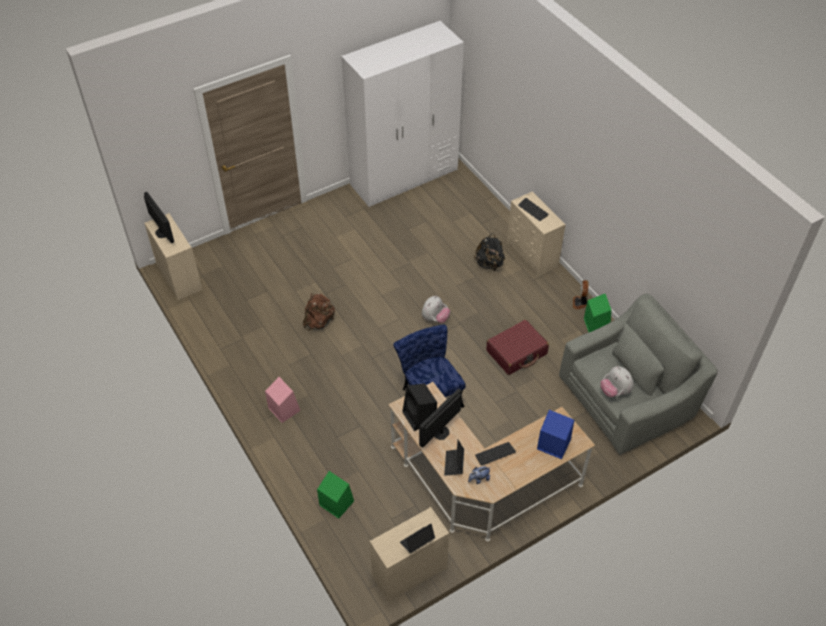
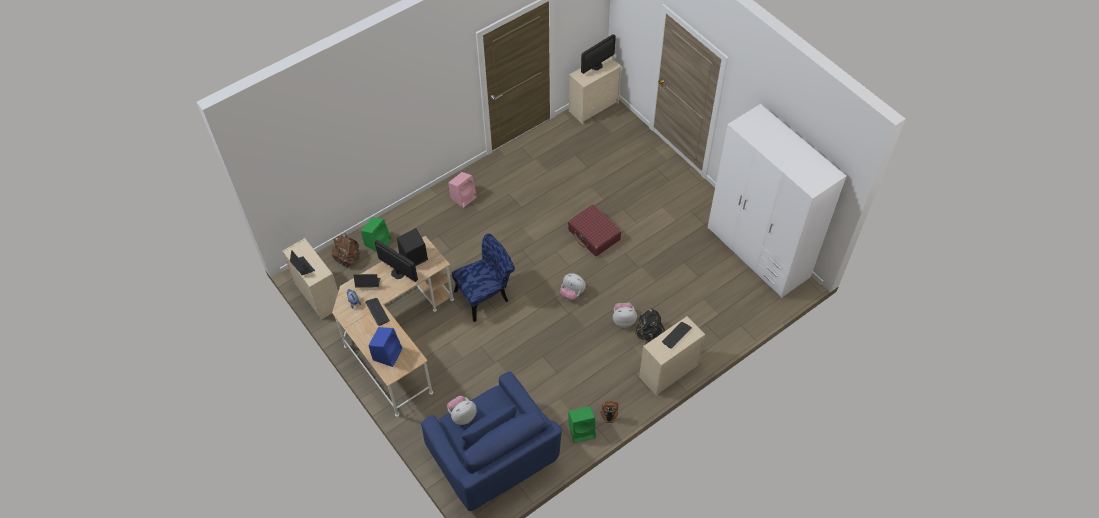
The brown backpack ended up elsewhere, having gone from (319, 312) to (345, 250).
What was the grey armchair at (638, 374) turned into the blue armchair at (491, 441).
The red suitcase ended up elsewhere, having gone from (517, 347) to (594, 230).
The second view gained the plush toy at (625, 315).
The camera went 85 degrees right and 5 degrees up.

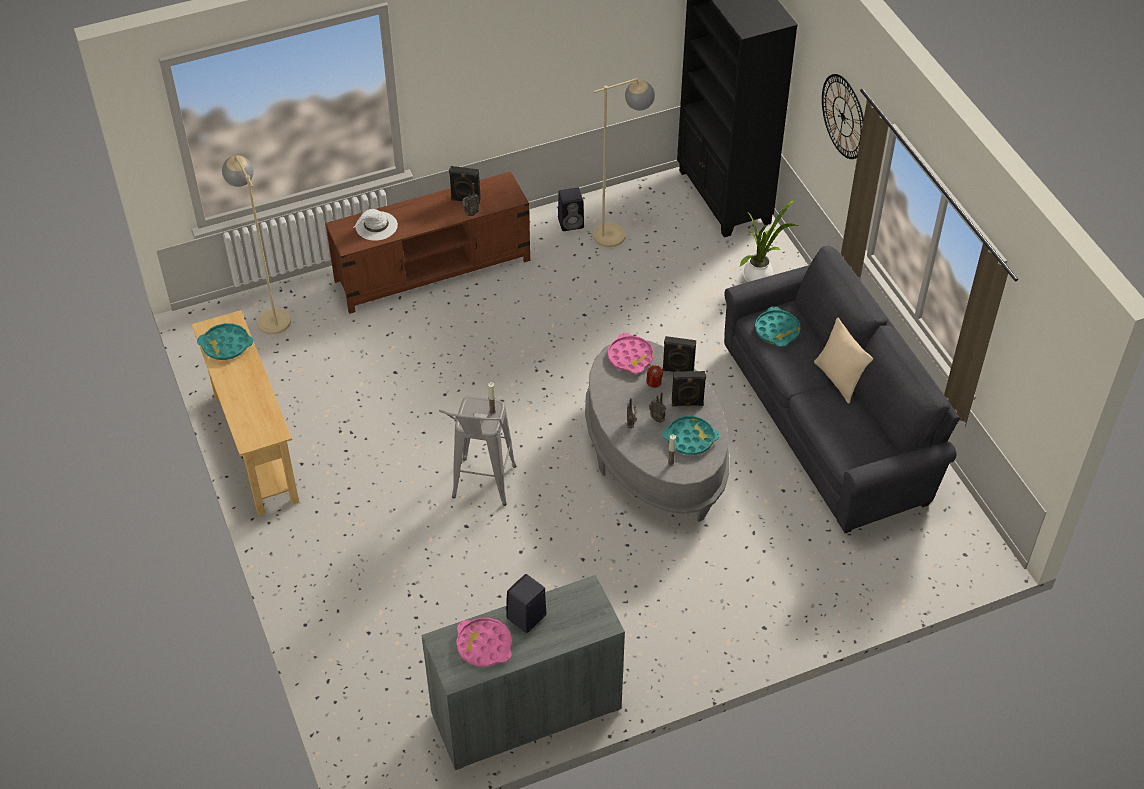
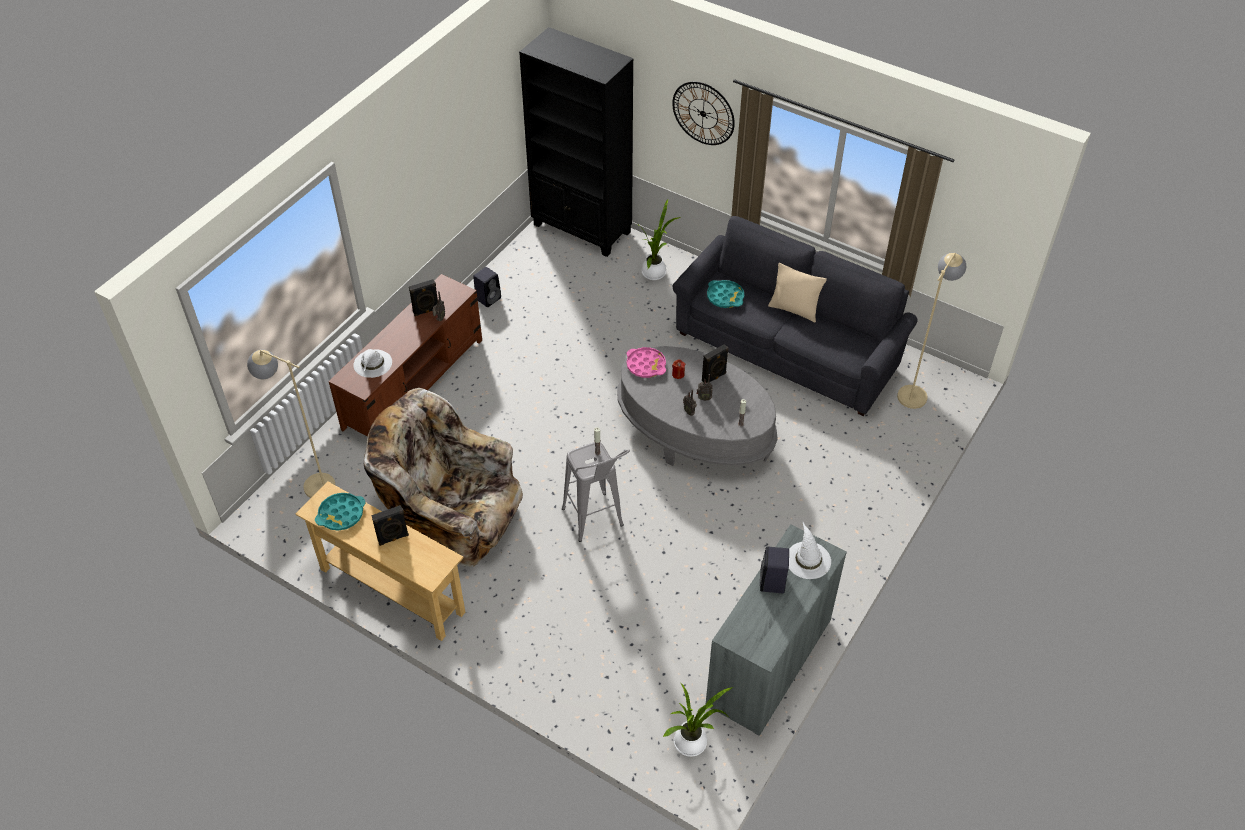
The second view gained the beige armchair at (443, 477).
The black speaker ended up elsewhere, having gone from (679, 354) to (390, 525).
The second view gained the potted plant at (698, 719).
The second view gained the white hat at (810, 550).
The beige floor lamp ended up elsewhere, having gone from (624, 162) to (931, 331).
The second view lost the pink tray at (484, 642).
The second view lost the turquoise tray at (690, 435).
The camera went 35 degrees left and 0 degrees up.

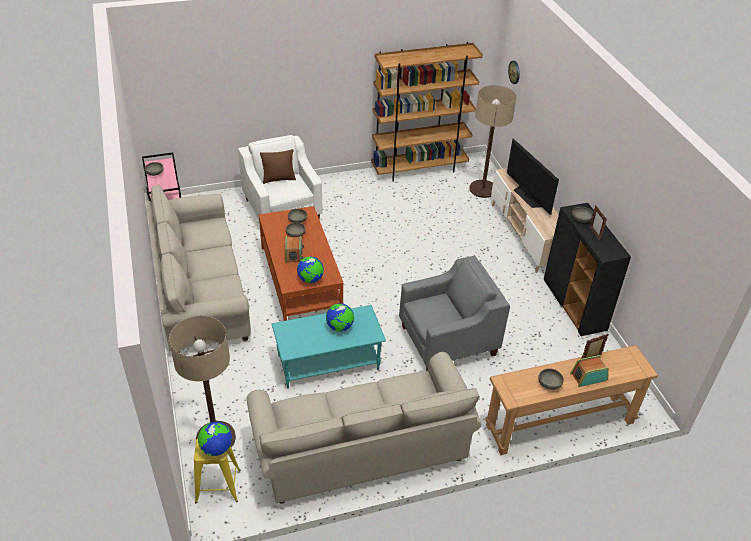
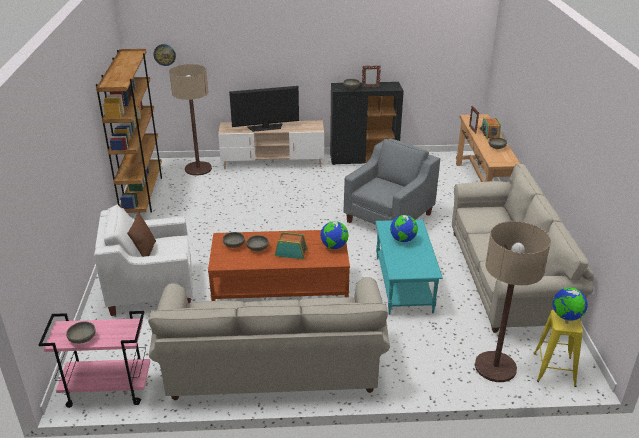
The grey armchair at (454, 313) ended up facing another way, 45 degrees clockwise from before.
The camera went 75 degrees left and 10 degrees down.

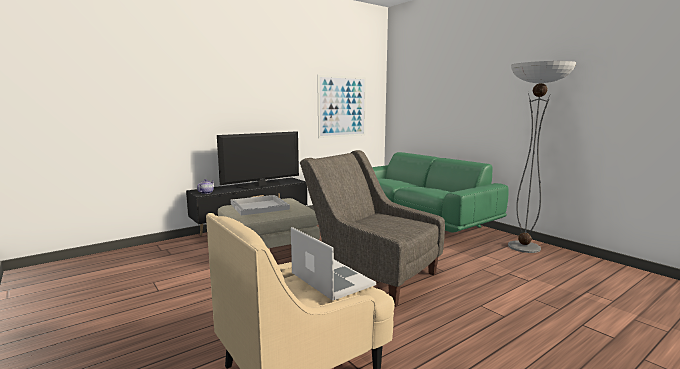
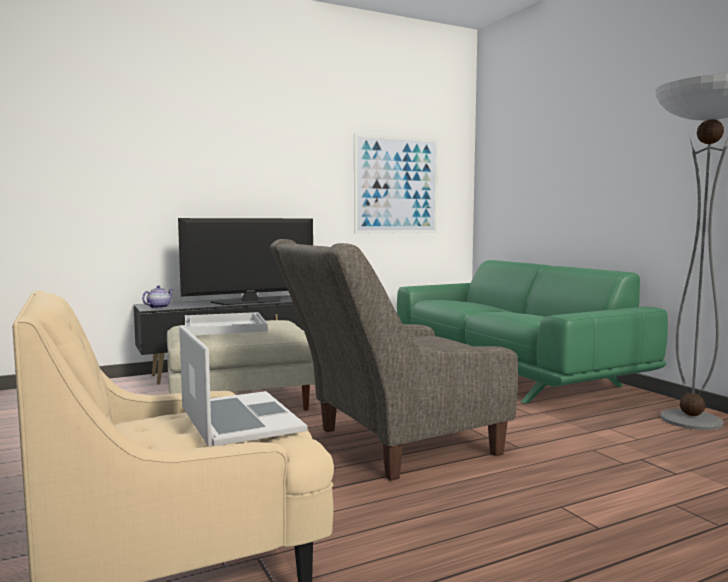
The grey armchair at (372, 228) ended up facing another way, 75 degrees counterclockwise from before.
The camera went 10 degrees right and 5 degrees down.

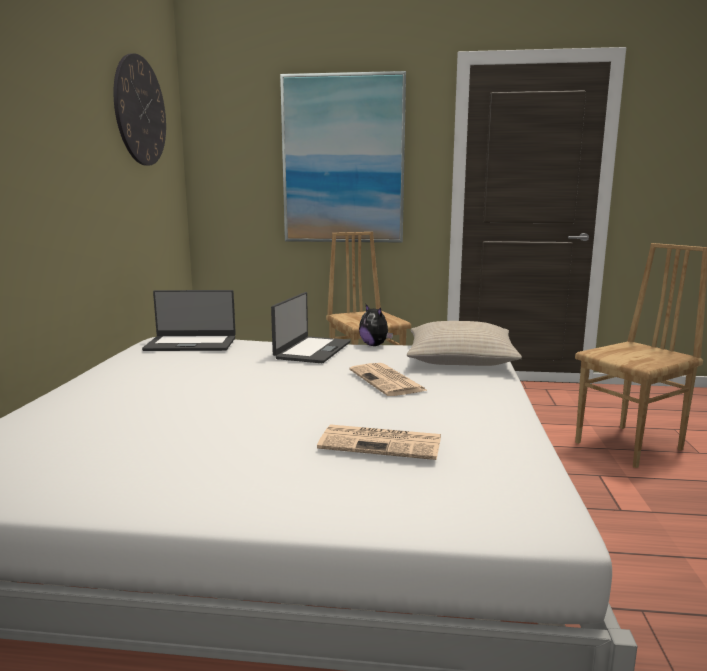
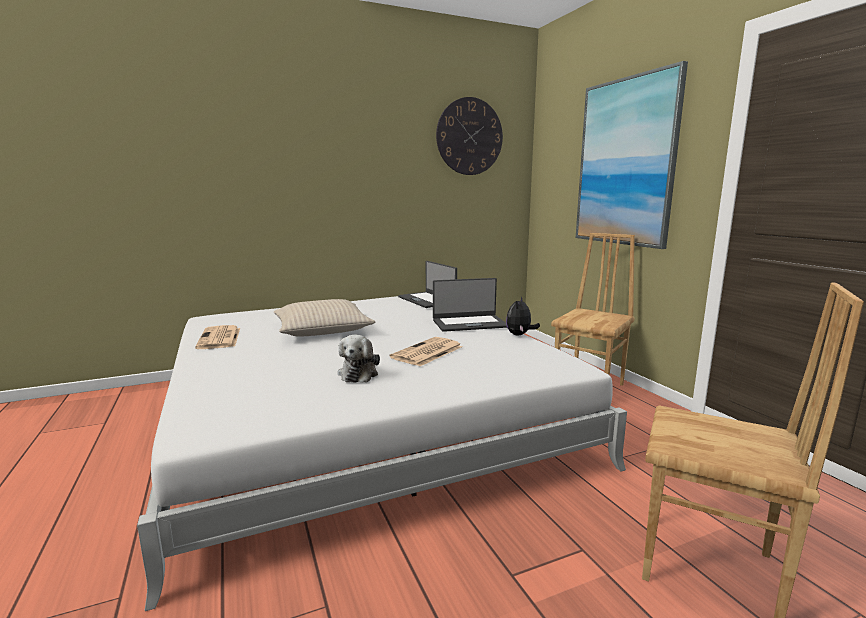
The newspaper ended up elsewhere, having gone from (379, 442) to (217, 337).
The beige pillow ended up elsewhere, having gone from (464, 343) to (325, 318).
The second view gained the plush toy at (358, 359).
The camera went 60 degrees right and 0 degrees up.

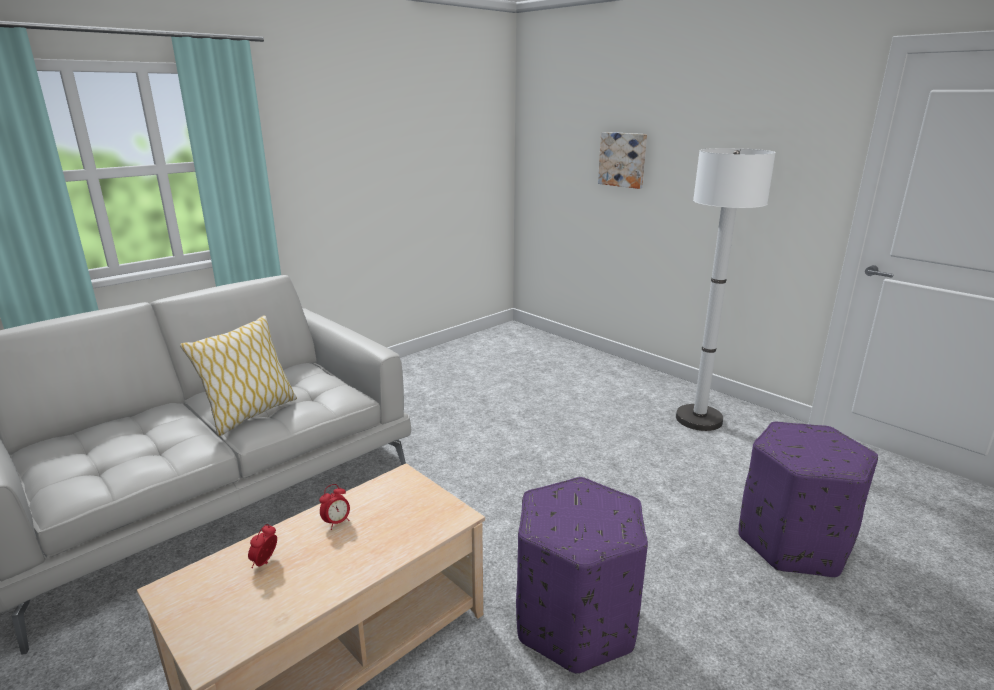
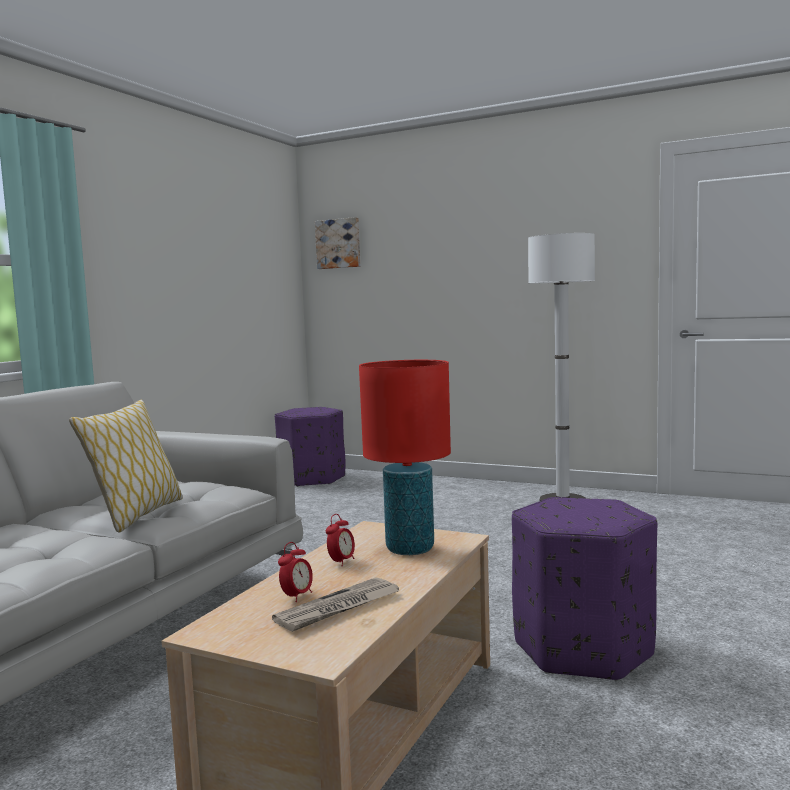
The second view gained the newspaper at (335, 604).
The purple ottoman ended up elsewhere, having gone from (808, 500) to (310, 447).
The alarm clock at (262, 546) ended up facing another way, 150 degrees counterclockwise from before.
The picture ended up elsewhere, having gone from (622, 160) to (338, 243).
The second view gained the red table lamp at (405, 457).
The camera went 20 degrees left and 15 degrees down.

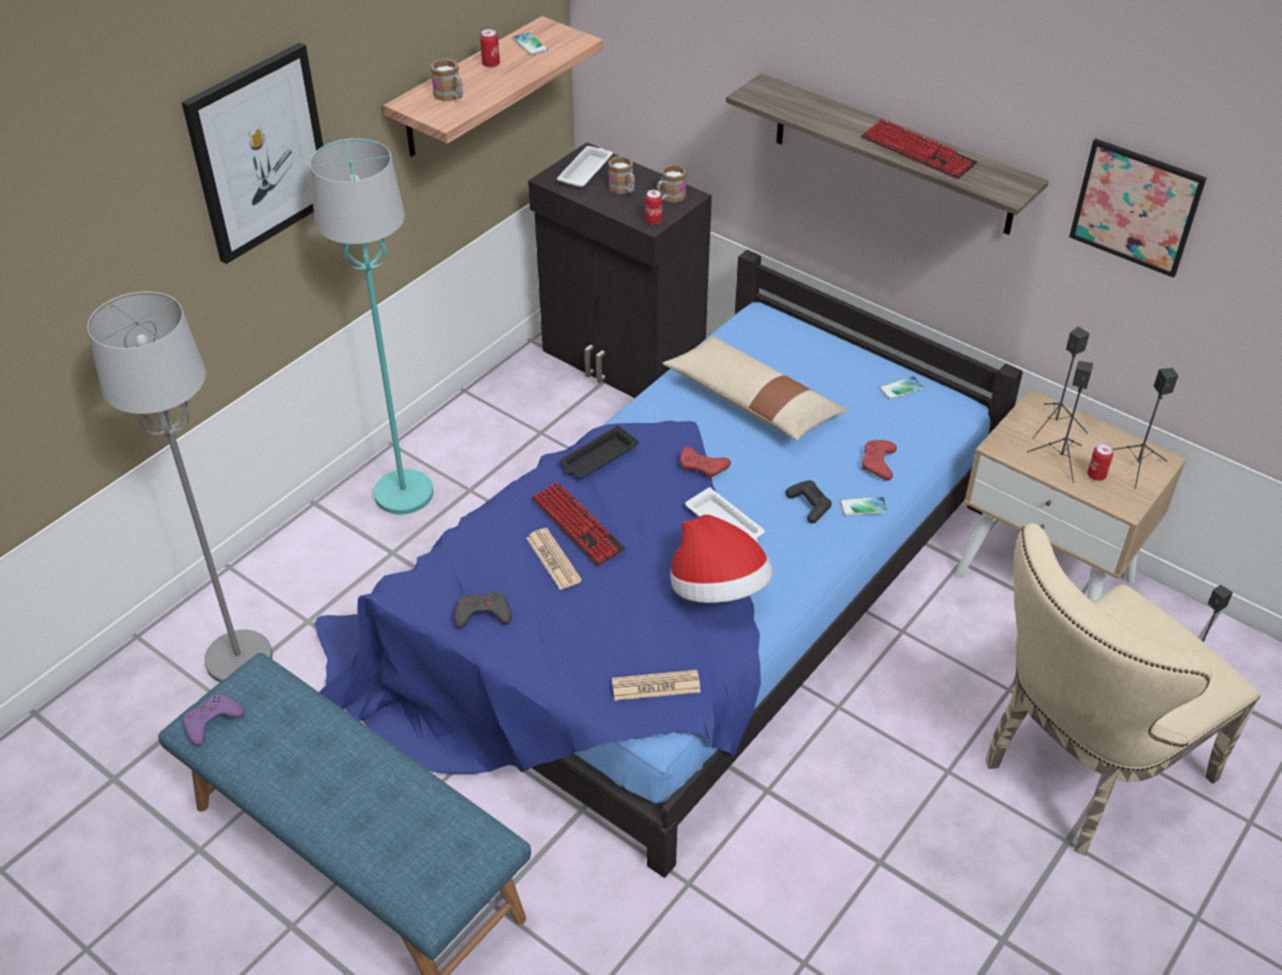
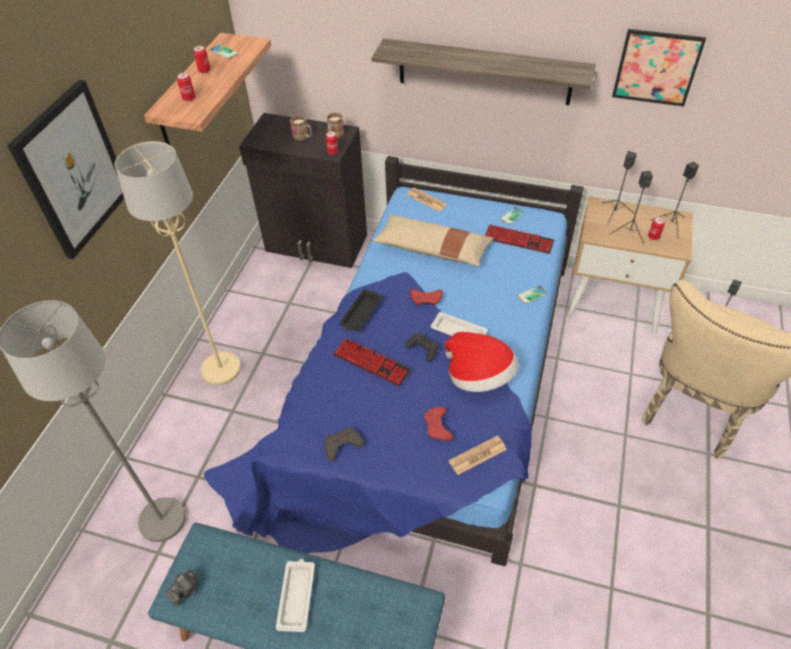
What was the turquoise floor lamp at (371, 326) turned into the beige floor lamp at (178, 263).
Where the purple game controller stood at (213, 720), the photo camera came to stand at (181, 587).
Where the mug stood at (446, 79), the can came to stand at (186, 87).
The white tray ended up elsewhere, having gone from (585, 166) to (295, 595).
The black game controller ended up elsewhere, having gone from (809, 501) to (422, 347).
The newspaper ended up elsewhere, having gone from (554, 559) to (427, 199).
The red game controller ended up elsewhere, having gone from (879, 460) to (438, 424).
The keyboard ended up elsewhere, having gone from (919, 149) to (519, 239).
The camera went 20 degrees left and 5 degrees up.

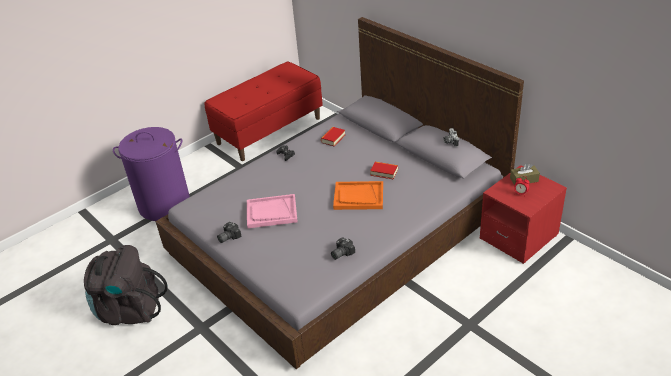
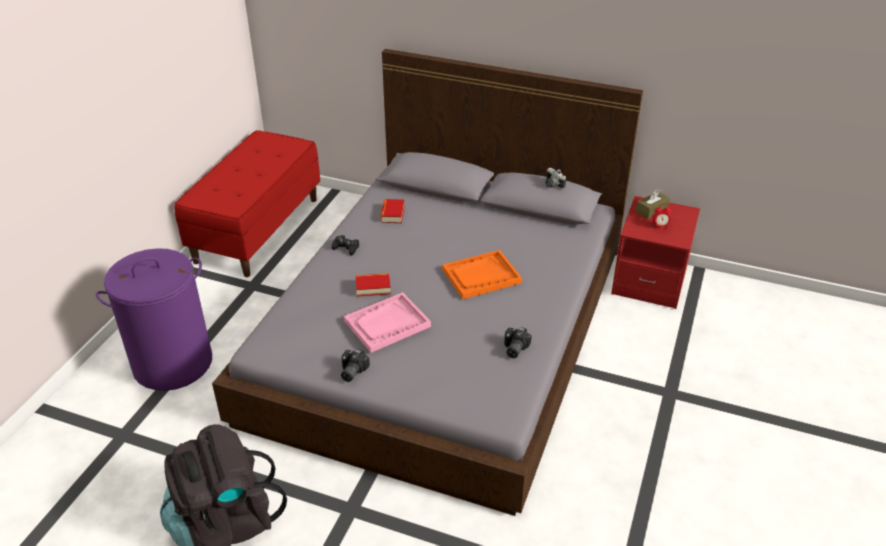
The book ended up elsewhere, having gone from (384, 170) to (373, 285).
The camera went 30 degrees left and 0 degrees up.

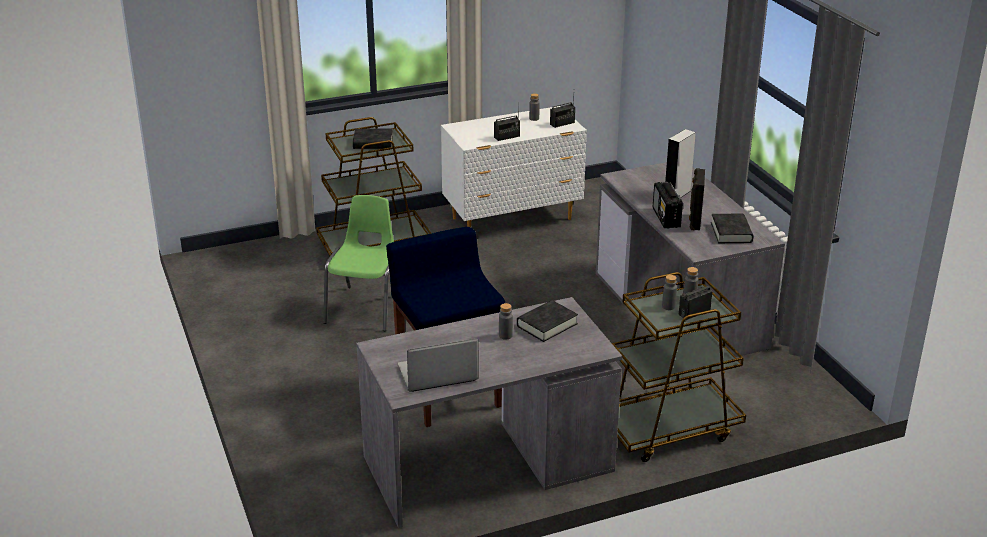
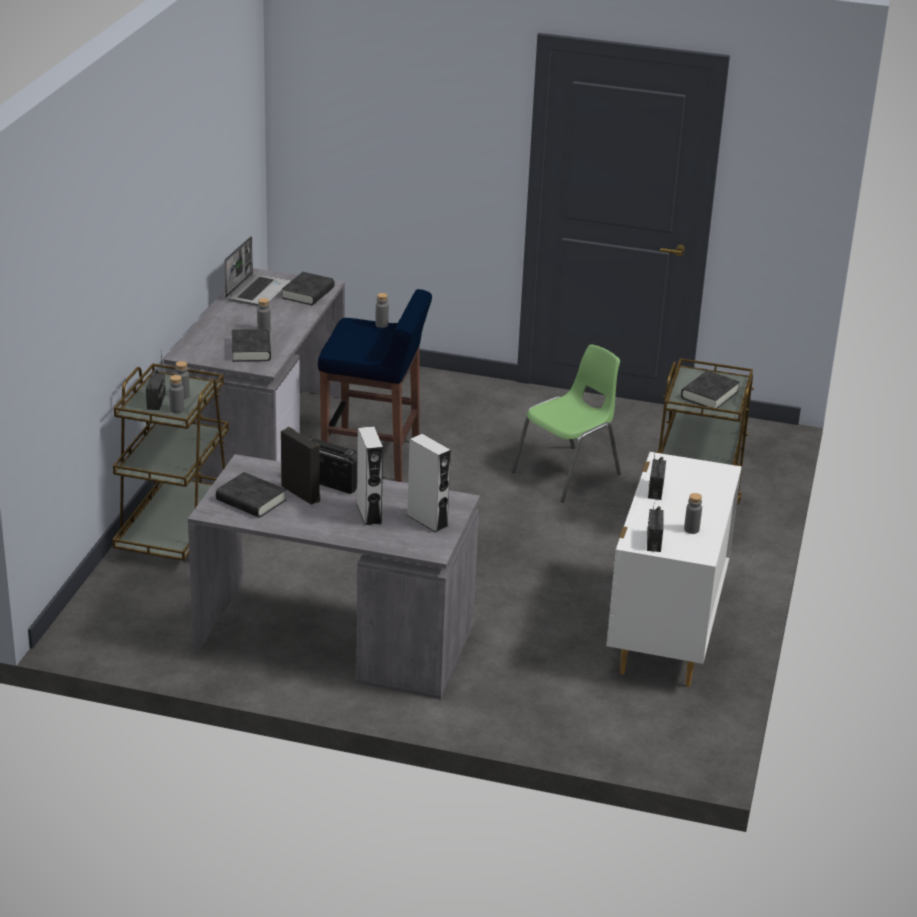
The second view gained the black book at (308, 288).
The second view gained the grey bottle at (382, 310).
The second view gained the grey speaker at (429, 483).
The green chair at (358, 263) ended up facing another way, 90 degrees counterclockwise from before.
The camera went 125 degrees right and 0 degrees up.

